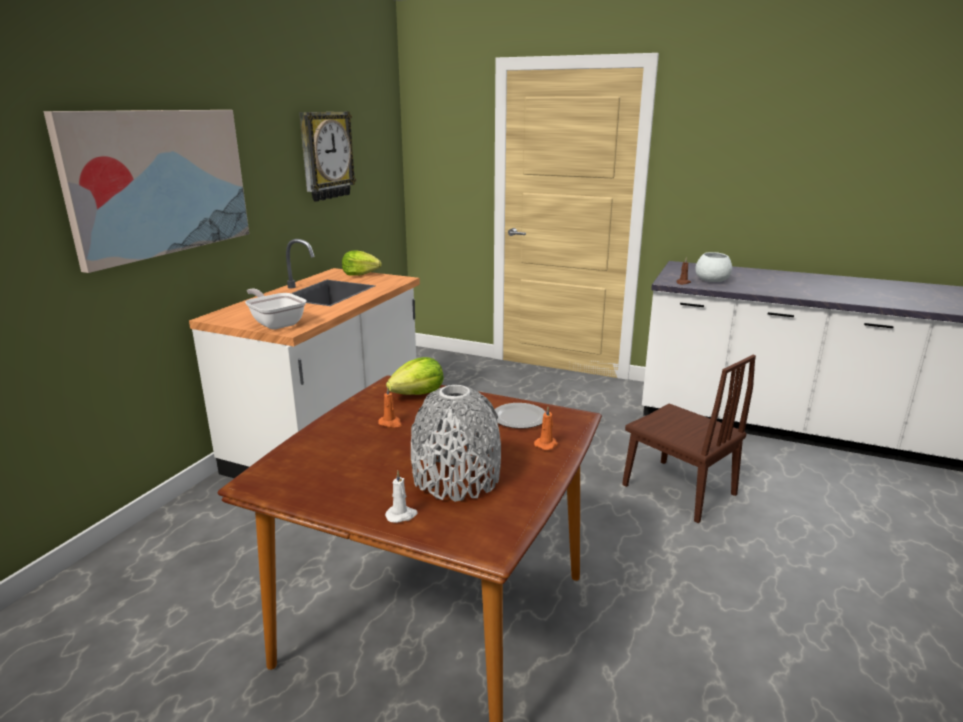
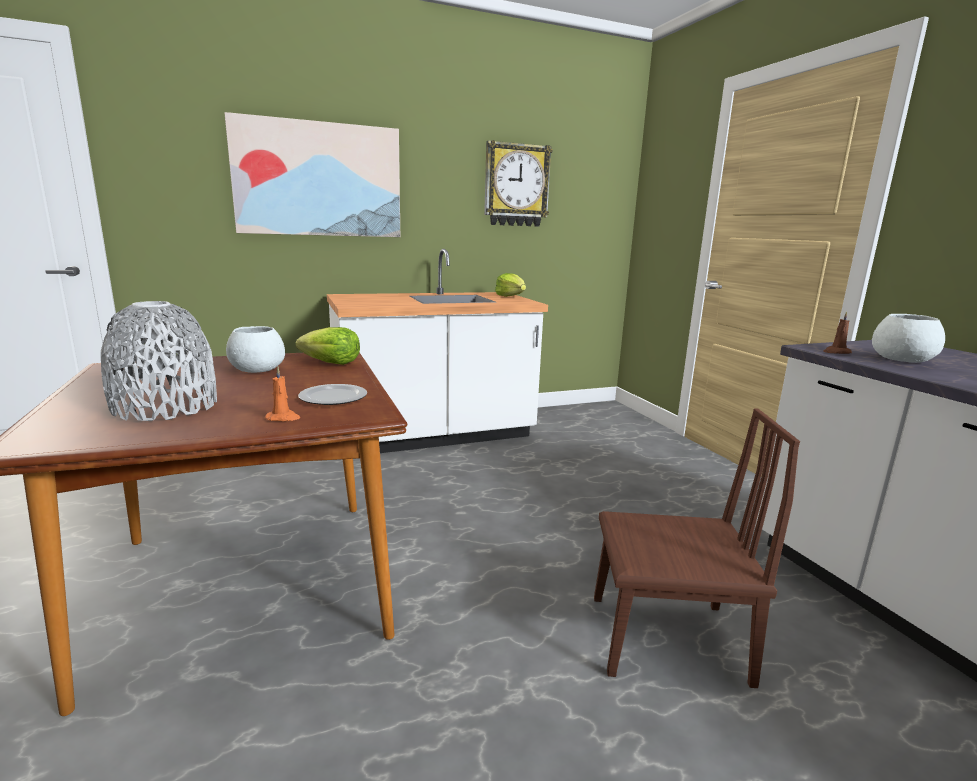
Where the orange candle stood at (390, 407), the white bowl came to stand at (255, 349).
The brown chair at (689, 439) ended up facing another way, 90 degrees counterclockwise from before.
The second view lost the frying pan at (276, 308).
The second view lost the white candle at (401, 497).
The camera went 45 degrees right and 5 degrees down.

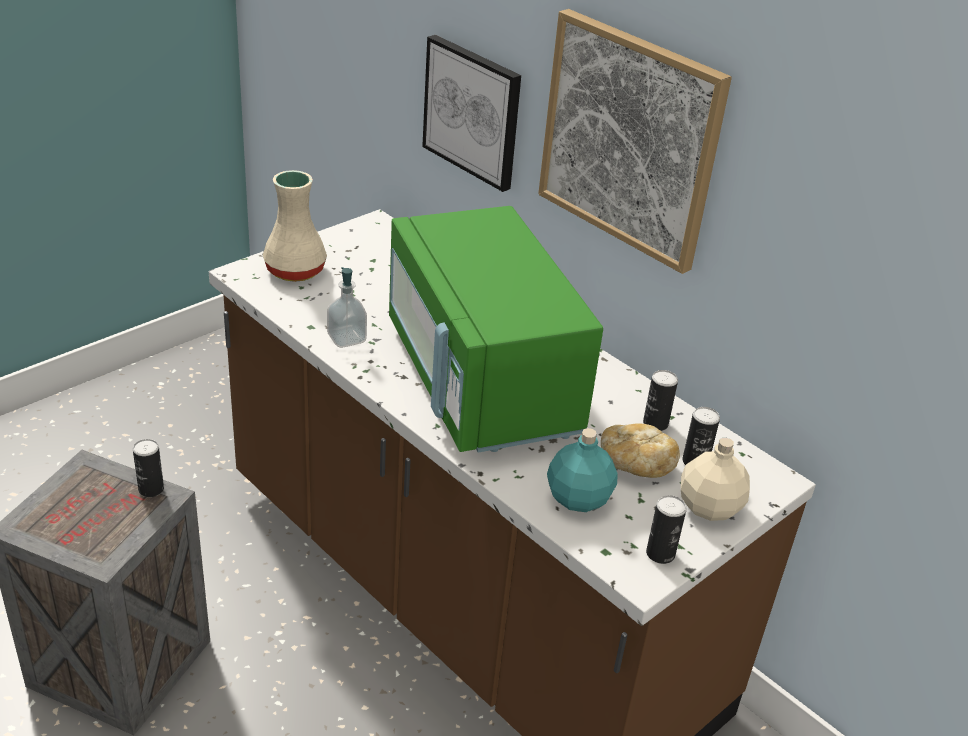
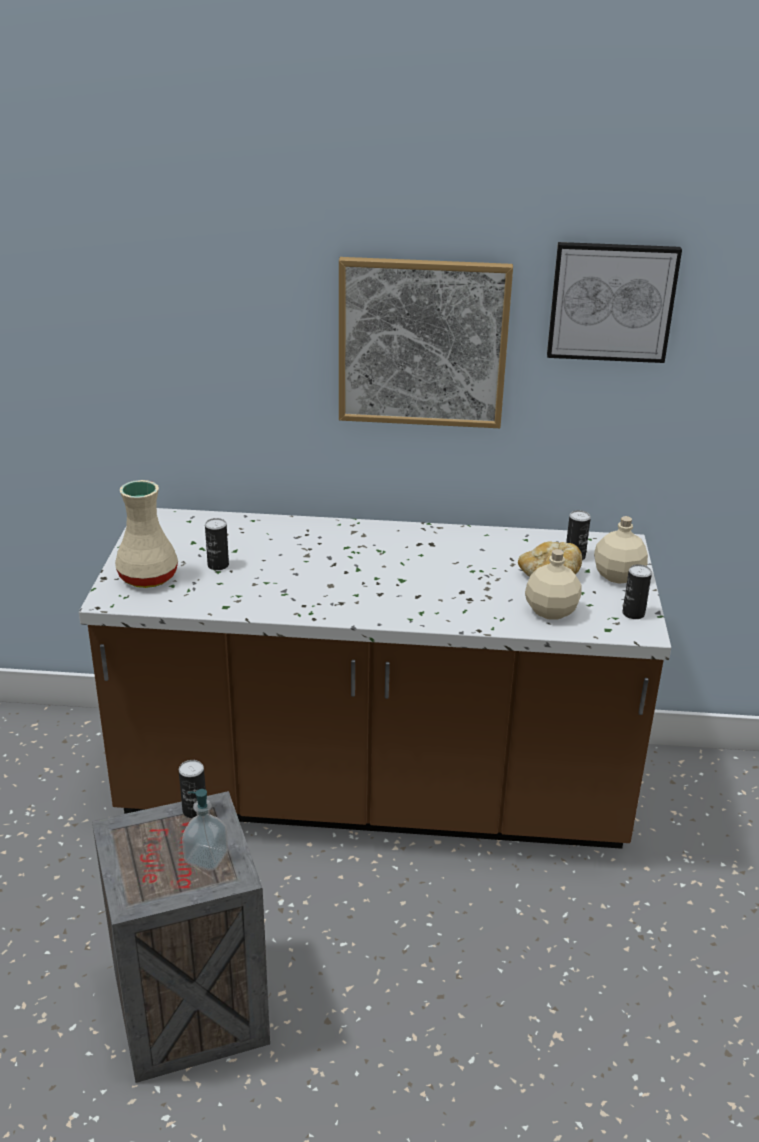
The soap dispenser ended up elsewhere, having gone from (347, 307) to (205, 830).
The can ended up elsewhere, having gone from (660, 400) to (217, 544).
What was the turquoise bottle at (582, 470) turned into the beige bottle at (553, 584).
The picture ended up elsewhere, having gone from (471, 113) to (614, 302).
The second view lost the green microwave at (496, 329).
The camera went 40 degrees left and 5 degrees down.

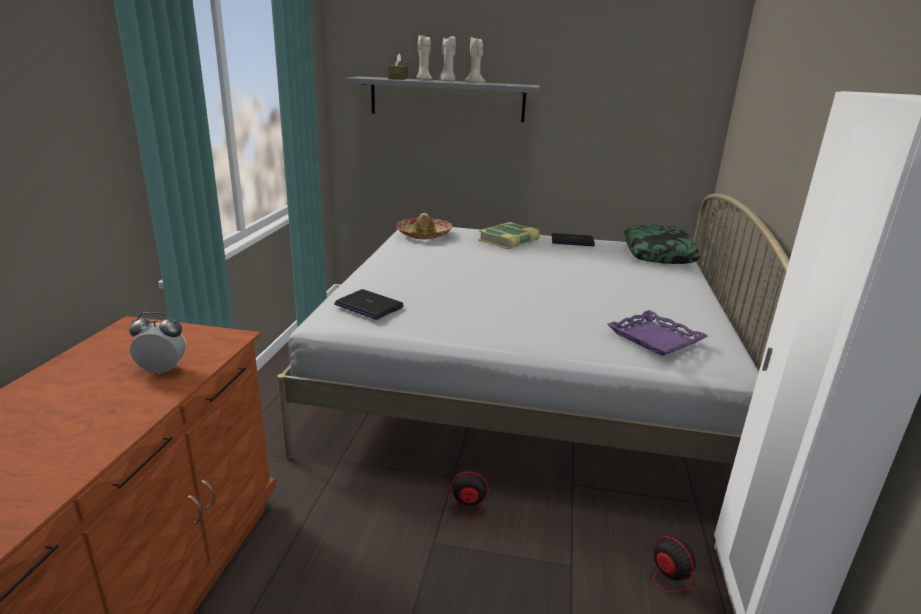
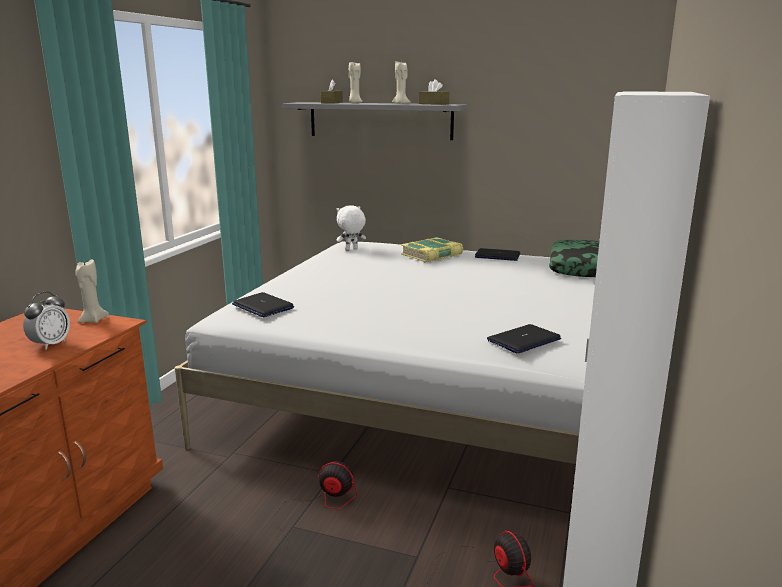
The alarm clock at (157, 343) ended up facing another way, 105 degrees clockwise from before.
The beige candle ended up elsewhere, having gone from (448, 59) to (92, 291).
Where the hat stood at (424, 226), the white plush toy came to stand at (351, 227).
The second view gained the brown tissue box at (434, 92).
Where the purple tray stood at (657, 333), the laptop came to stand at (524, 339).
The camera went 10 degrees right and 5 degrees down.

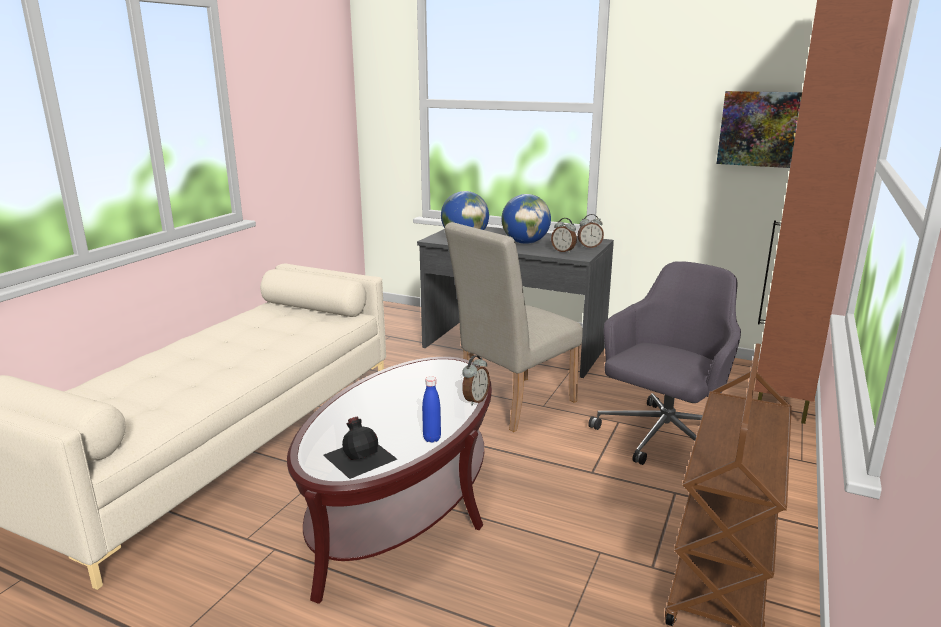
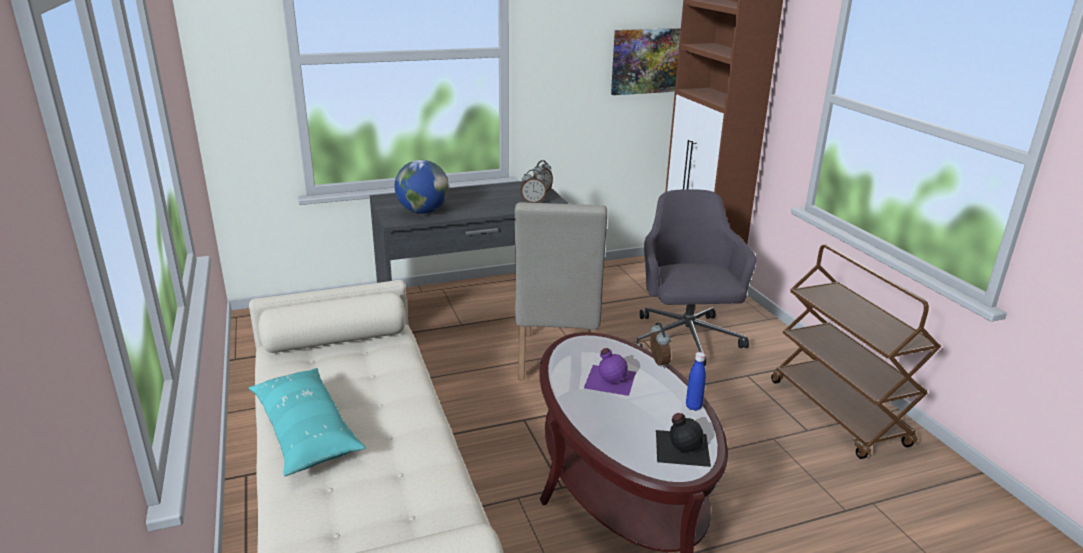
The second view gained the turquoise pillow at (307, 422).
The second view gained the purple bottle at (610, 372).
The second view lost the globe at (526, 219).
The camera went 45 degrees left and 5 degrees up.

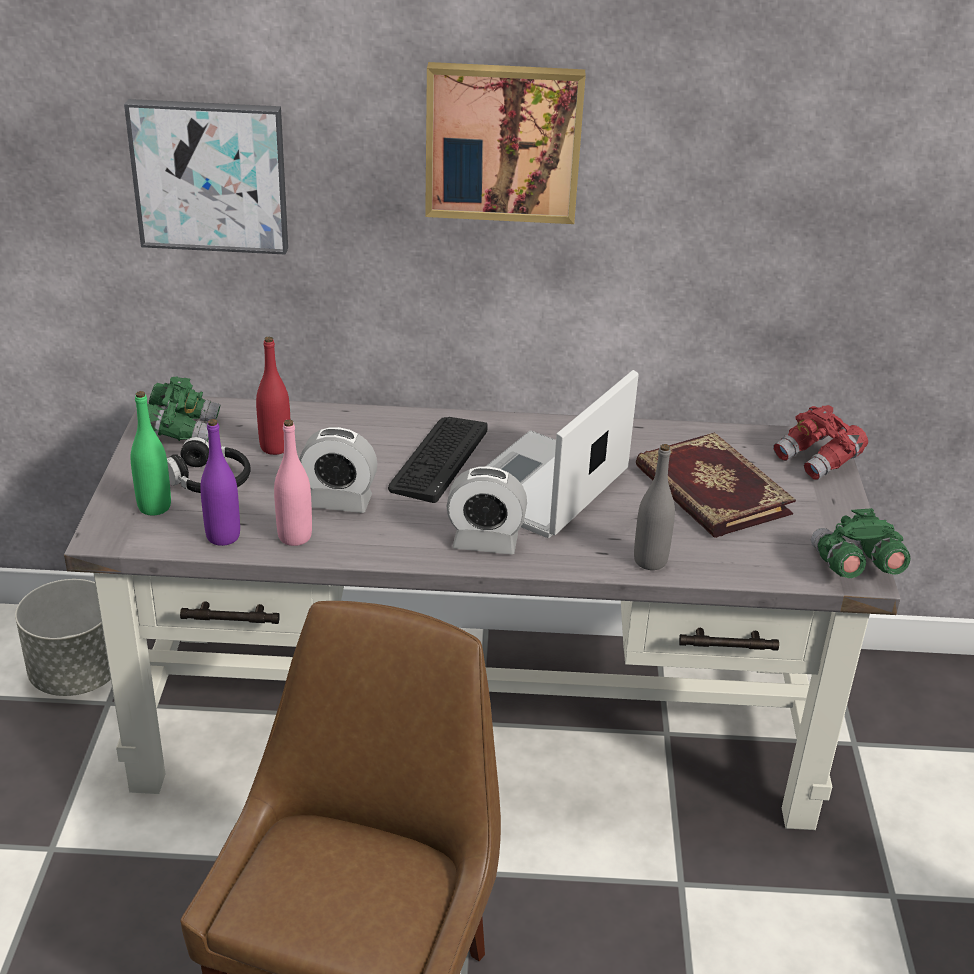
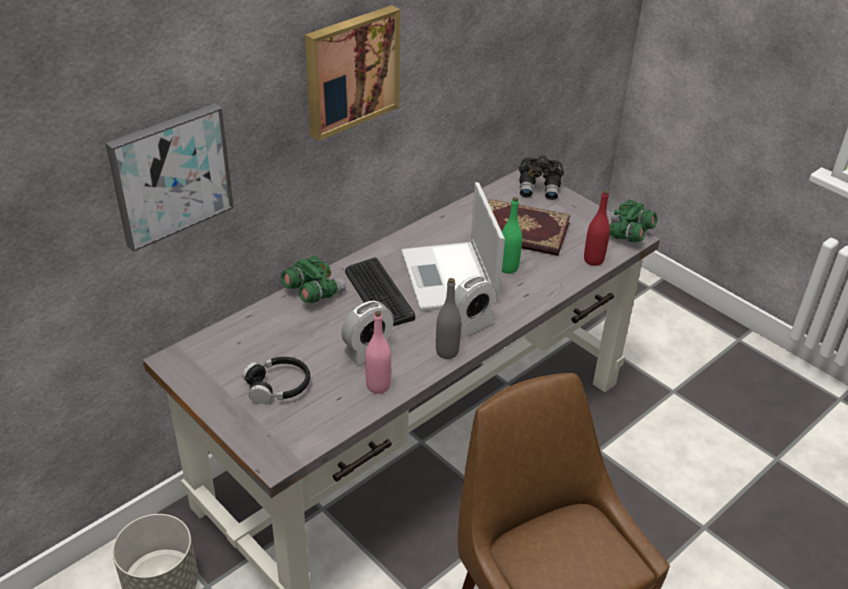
The green binoculars ended up elsewhere, having gone from (184, 409) to (313, 279).
The grey bottle ended up elsewhere, having gone from (654, 507) to (448, 318).
The green bottle ended up elsewhere, having gone from (151, 453) to (512, 235).
What was the red binoculars at (820, 442) turned into the black binoculars at (541, 177).
The red bottle ended up elsewhere, having gone from (273, 396) to (597, 228).
The second view lost the purple bottle at (220, 482).
The camera went 45 degrees left and 5 degrees up.

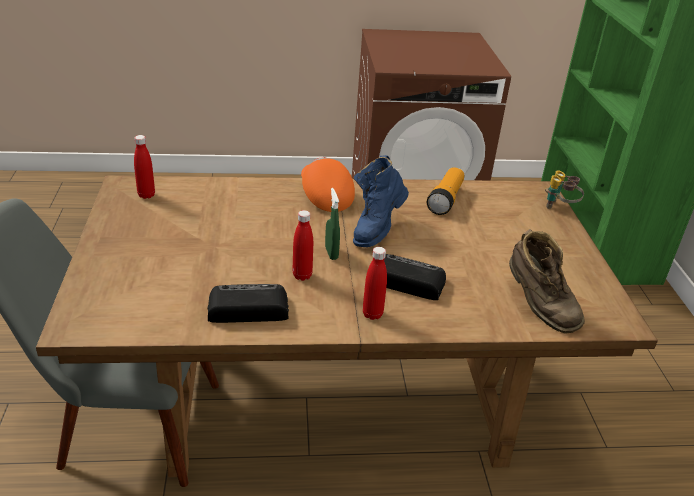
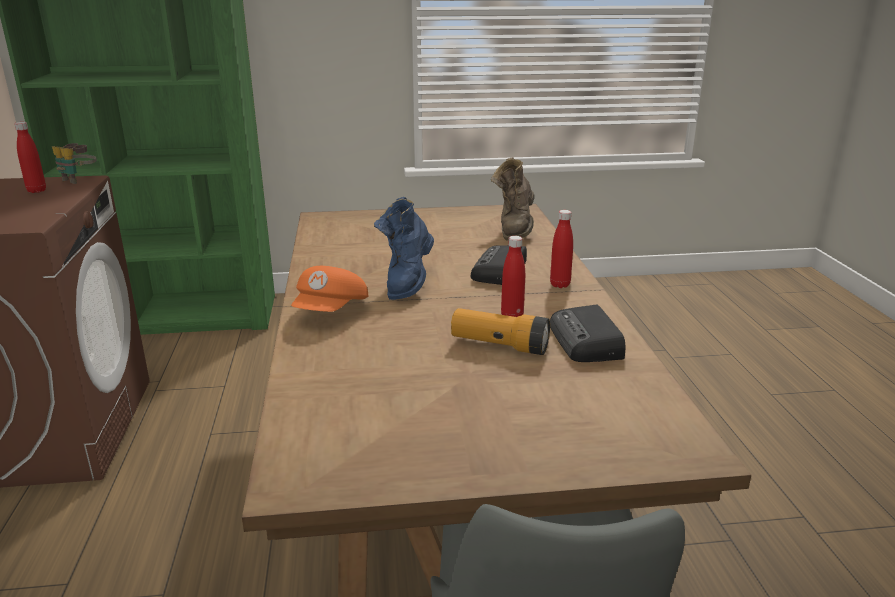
The red bottle ended up elsewhere, having gone from (144, 167) to (30, 157).
The binoculars ended up elsewhere, having gone from (564, 189) to (74, 163).
The orange cap at (328, 184) ended up facing another way, 45 degrees counterclockwise from before.
The blue boot at (381, 201) ended up facing another way, 75 degrees clockwise from before.
The flashlight ended up elsewhere, having gone from (445, 191) to (500, 331).
The brown boot at (547, 281) ended up facing another way, 135 degrees clockwise from before.
The second view lost the green spray bottle at (332, 224).
The camera went 90 degrees left and 10 degrees down.

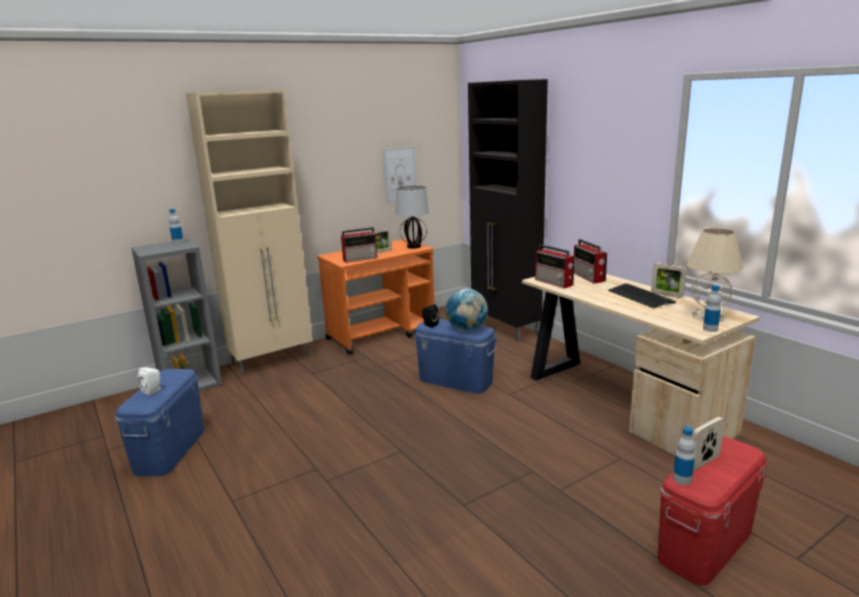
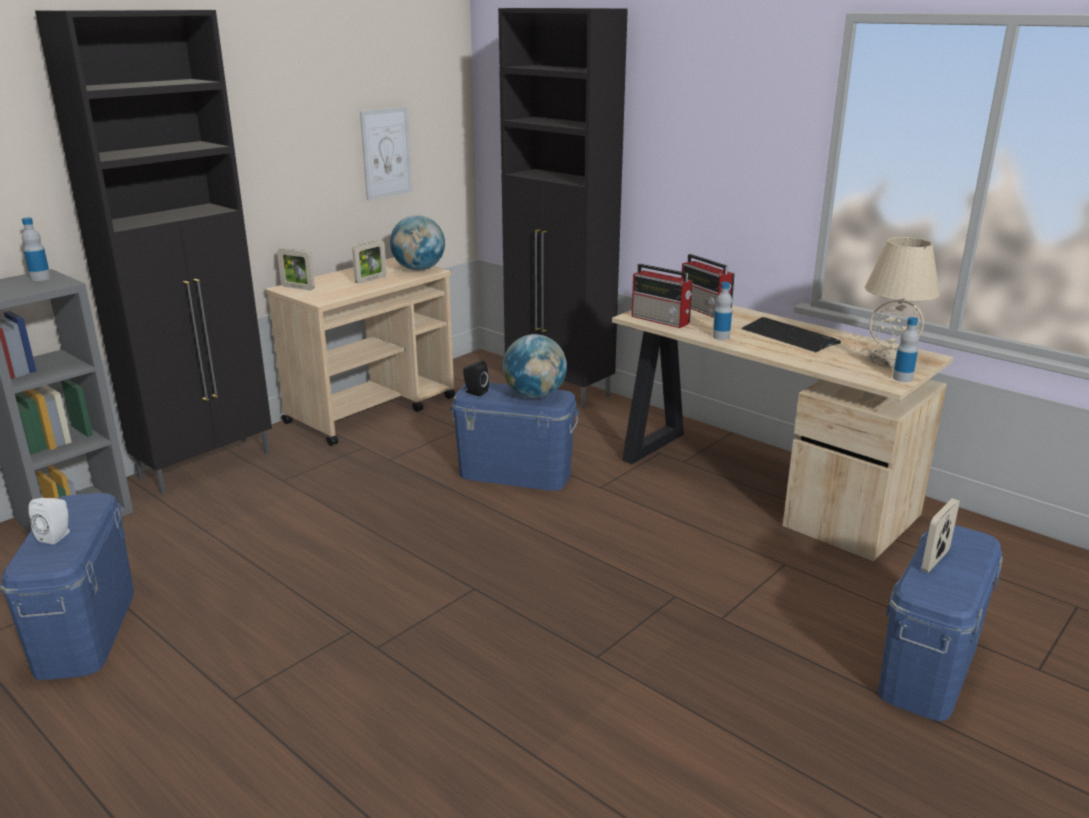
What was the beige cabinet at (249, 233) turned into the black cabinet at (153, 252).
What was the orange cart at (375, 297) turned into the beige cart at (360, 351).
The picture frame ended up elsewhere, having gone from (669, 280) to (296, 269).
Where the table lamp stood at (412, 217), the globe came to stand at (417, 243).
The bottle ended up elsewhere, having gone from (684, 455) to (722, 311).
What was the red storage box at (712, 510) turned into the blue storage box at (940, 623).
The second view lost the radio at (359, 245).
The camera went 15 degrees left and 5 degrees up.

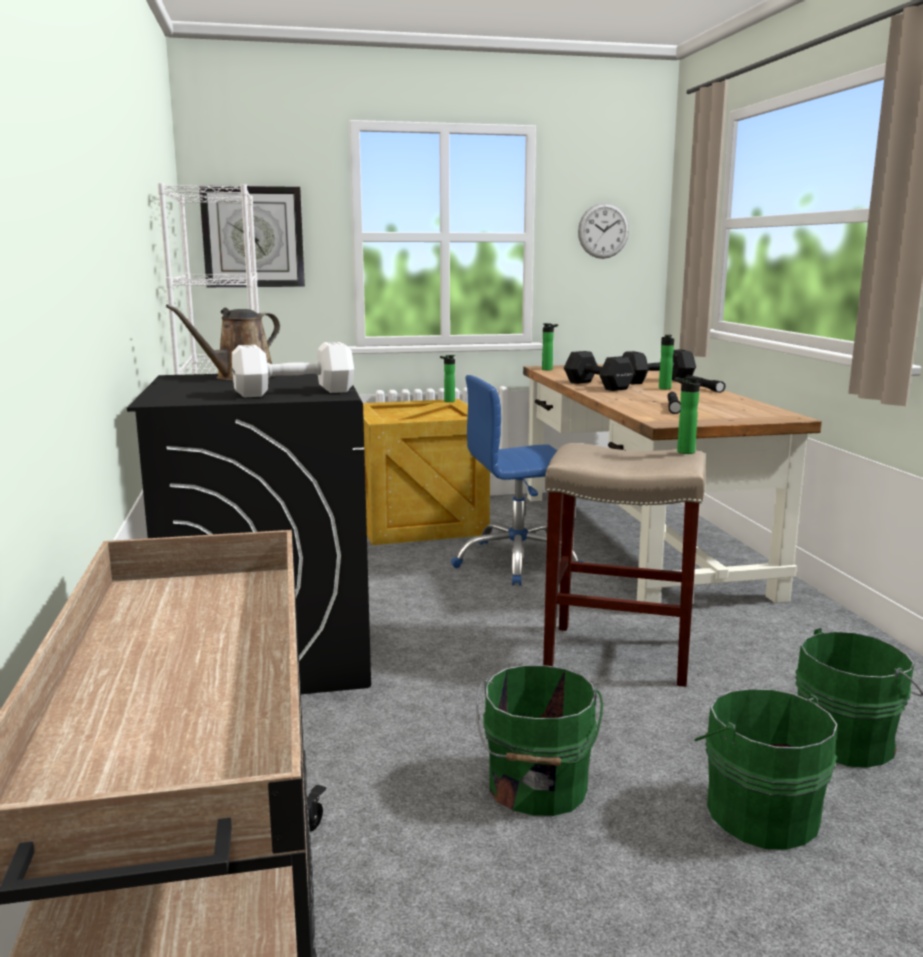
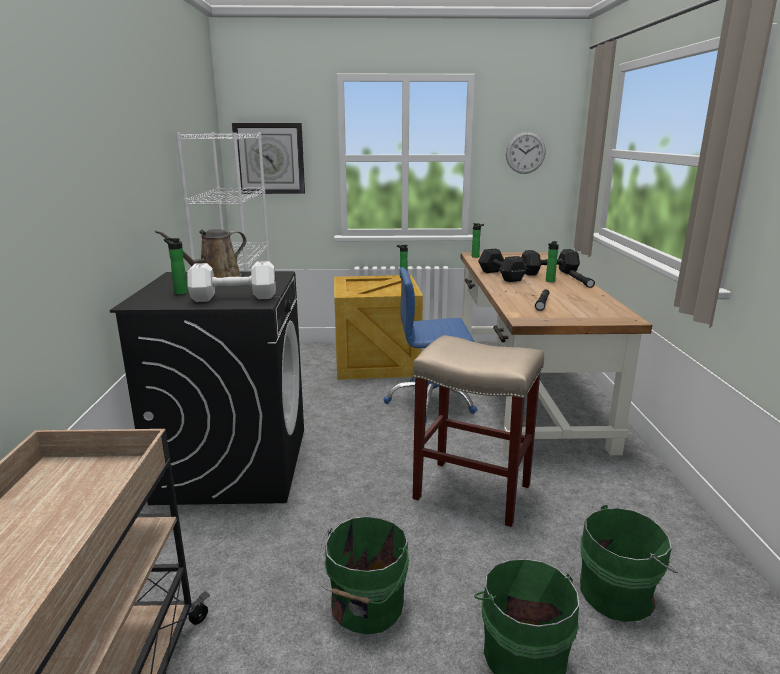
The bottle ended up elsewhere, having gone from (687, 415) to (176, 266).
The camera went 10 degrees right and 5 degrees up.

